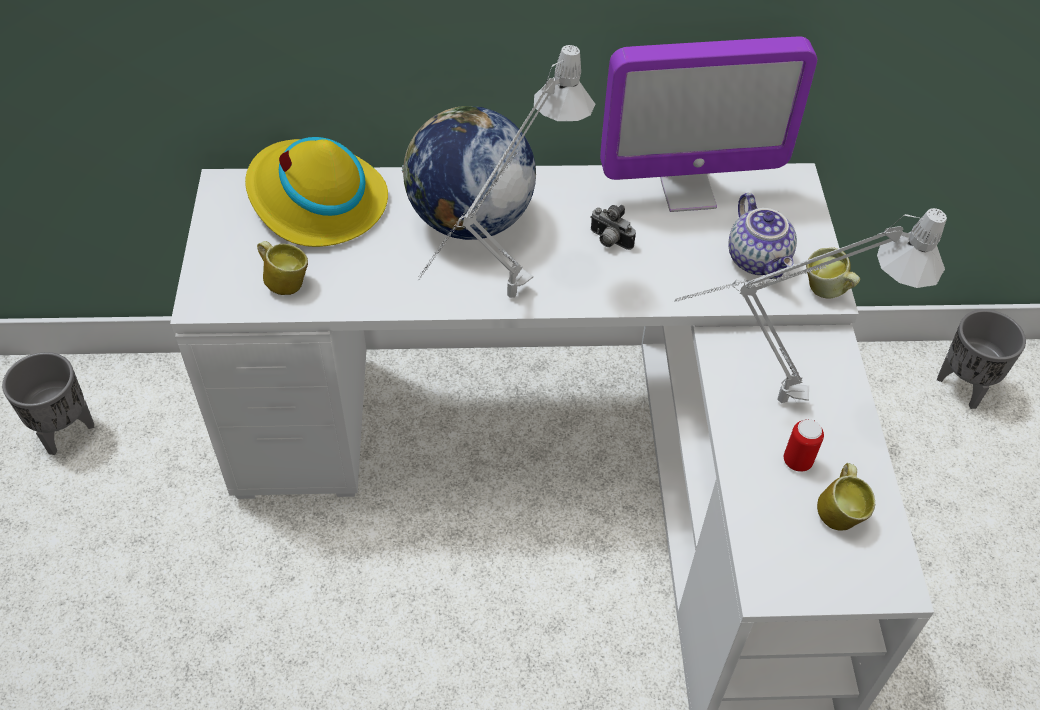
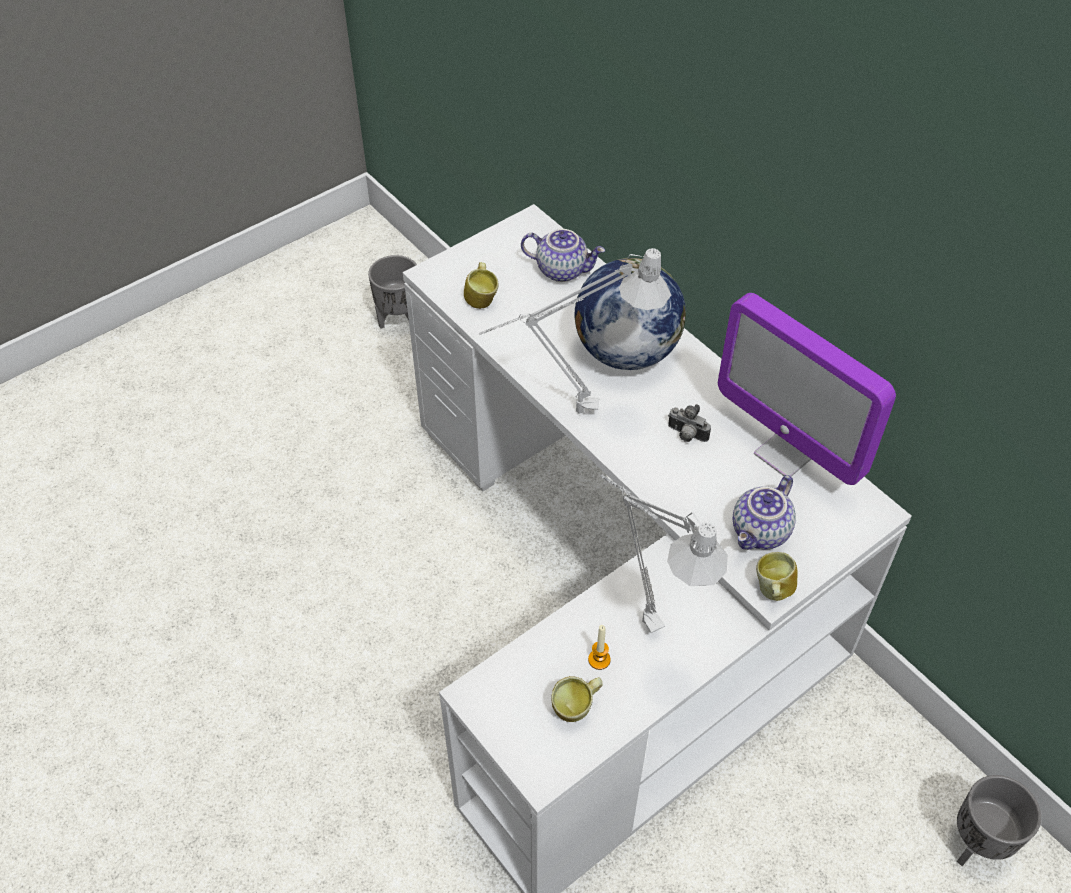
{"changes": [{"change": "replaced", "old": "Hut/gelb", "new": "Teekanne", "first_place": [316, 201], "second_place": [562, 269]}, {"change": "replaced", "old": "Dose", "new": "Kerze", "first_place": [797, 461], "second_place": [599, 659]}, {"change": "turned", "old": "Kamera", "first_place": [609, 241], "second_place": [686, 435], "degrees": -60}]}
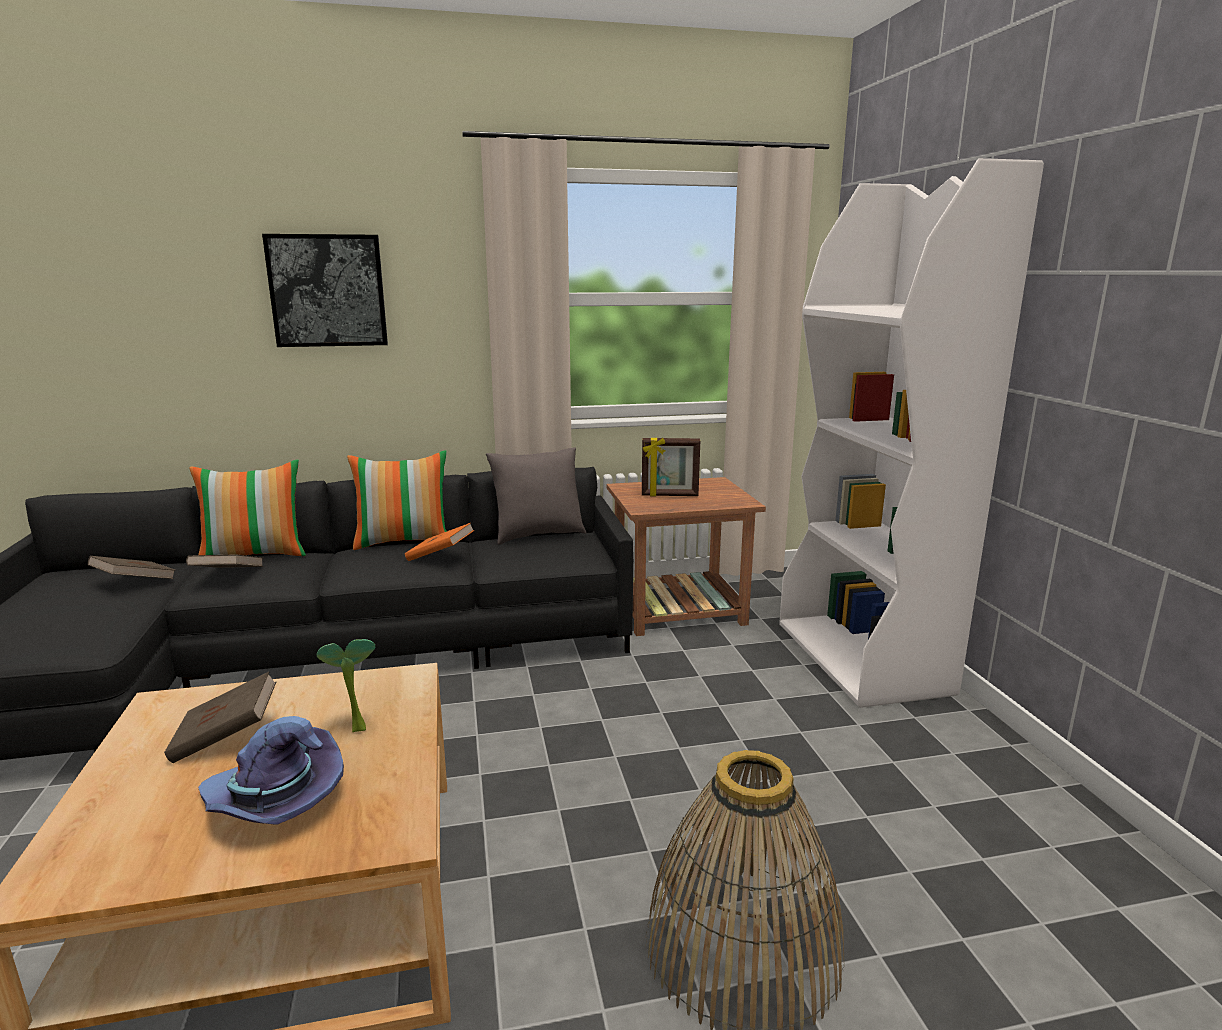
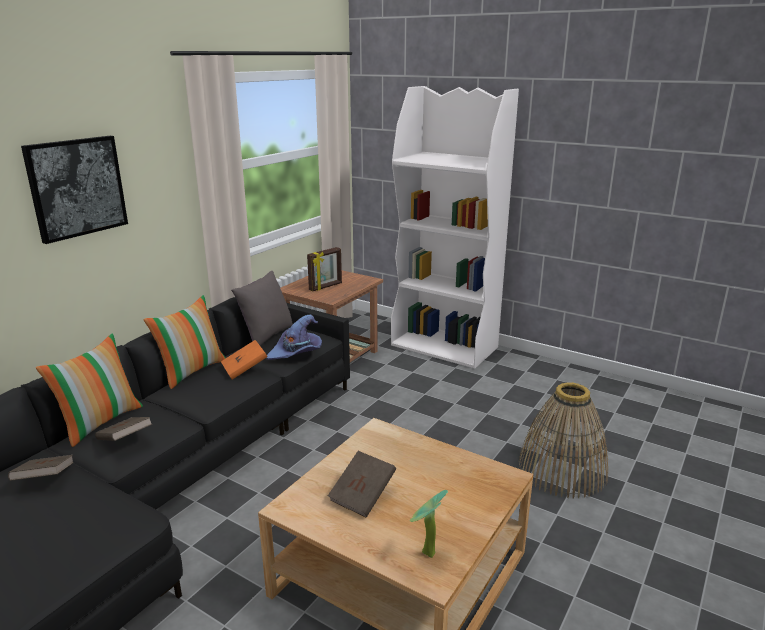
{"changes": [{"change": "moved", "old": "Hut/lila", "first_place": [273, 802], "second_place": [296, 352]}, {"change": "moved", "old": "Topfpflanze", "first_place": [355, 727], "second_place": [426, 554]}]}
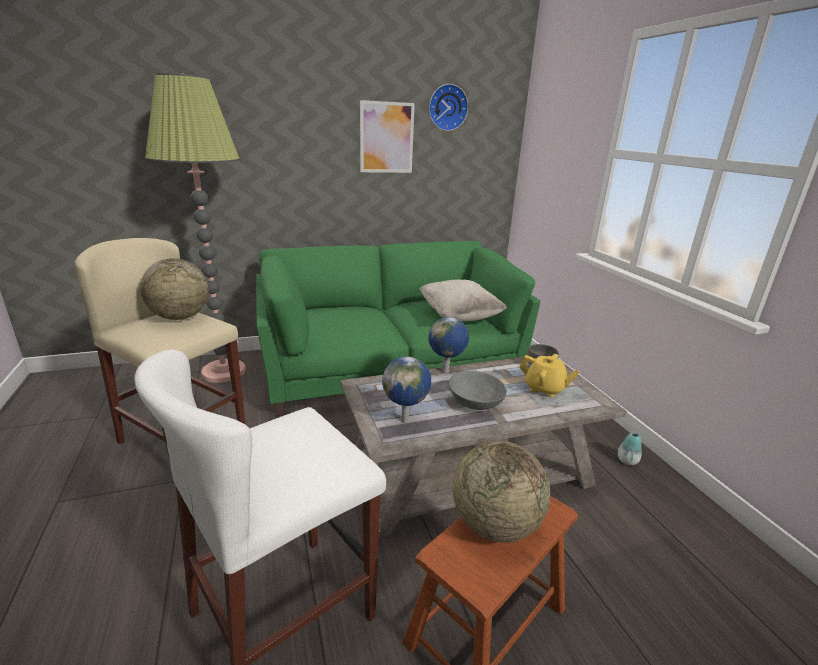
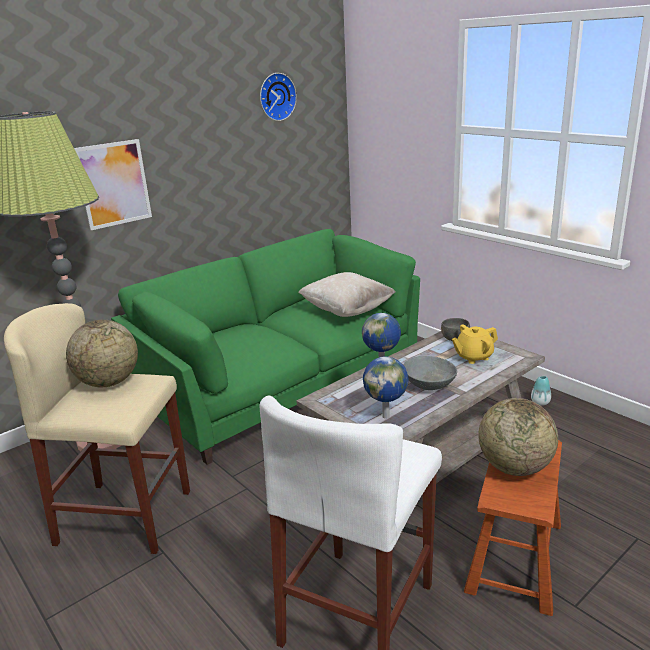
{"changes": [{"change": "moved", "old": "Bild", "first_place": [386, 138], "second_place": [114, 184]}, {"change": "turned", "old": "Teekanne/gelb", "first_place": [544, 389], "second_place": [473, 357], "degrees": 150}]}
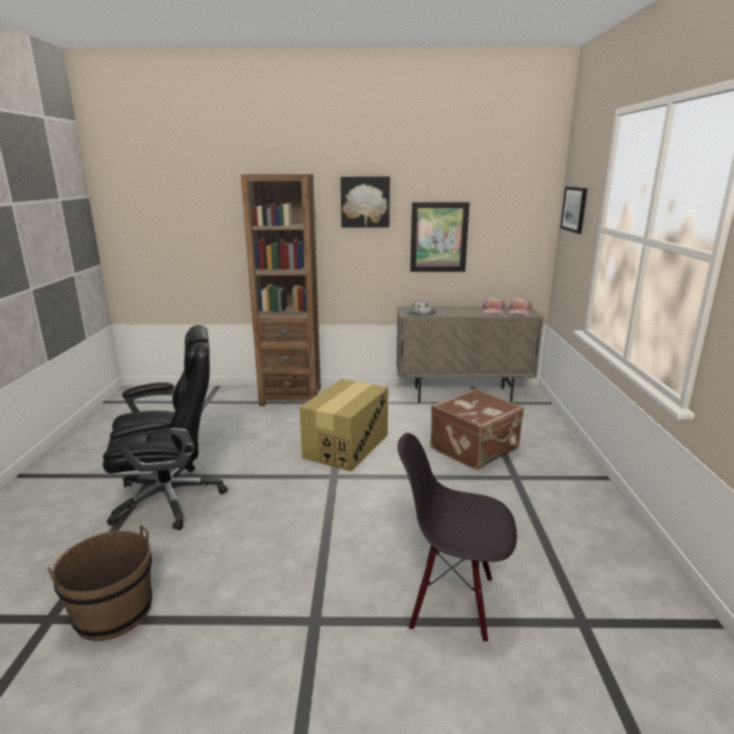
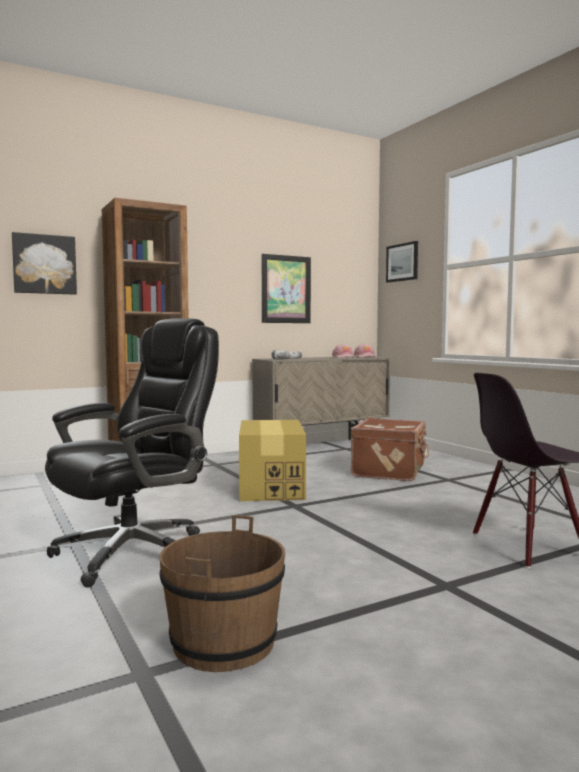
{"changes": [{"change": "moved", "old": "Bild", "first_place": [365, 202], "second_place": [44, 264]}]}
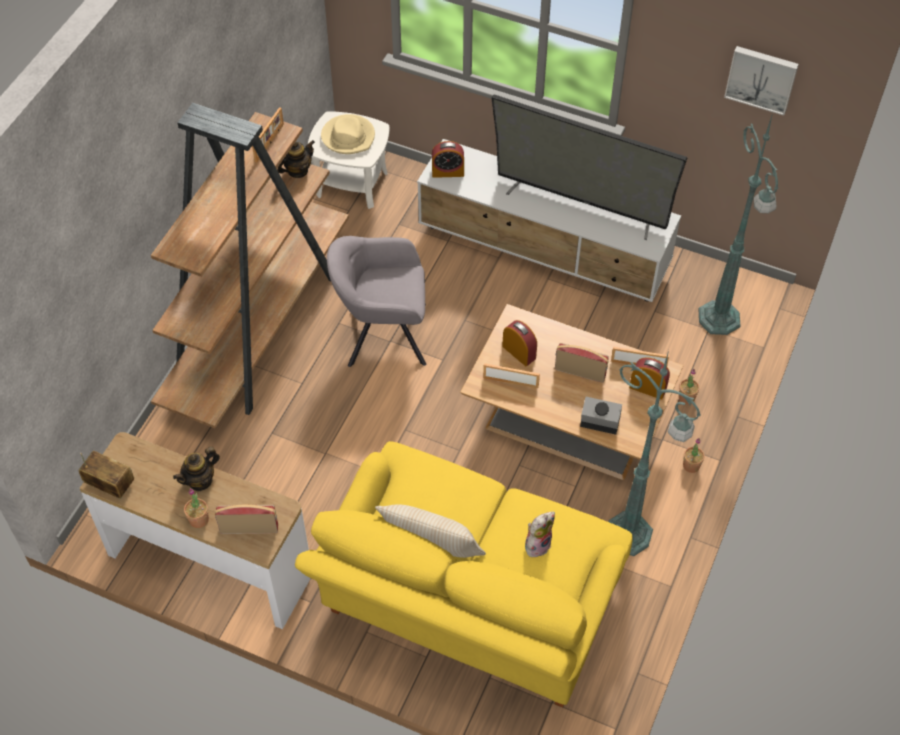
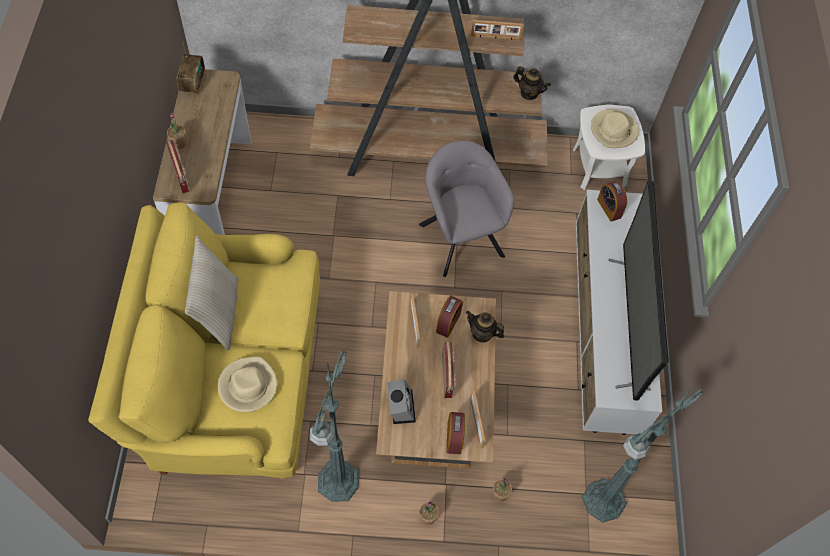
{"changes": [{"change": "replaced", "old": "Plüschtier", "new": "Hut/beige", "first_place": [537, 544], "second_place": [247, 385]}, {"change": "moved", "old": "Teekanne", "first_place": [200, 480], "second_place": [482, 334]}, {"change": "removed", "old": "Bild", "first_place": [761, 78]}]}
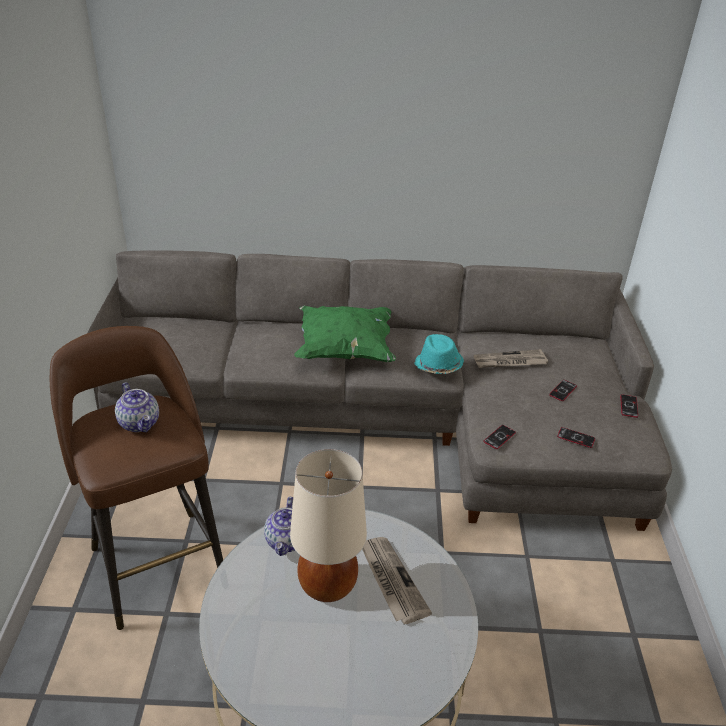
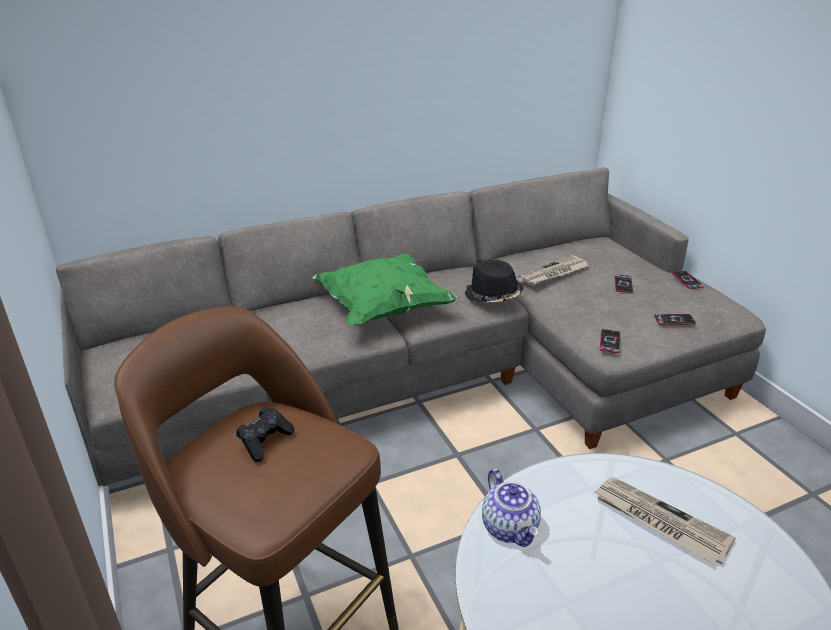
{"changes": [{"change": "replaced", "old": "Teekanne", "new": "Gamepad/schwarz", "first_place": [140, 423], "second_place": [265, 441]}, {"change": "recoloured", "old": "Hut/türkis", "new": "Hut/schwarz", "first_place": [438, 365], "second_place": [492, 295]}, {"change": "removed", "old": "Tischlampe/beige", "first_place": [327, 586]}]}
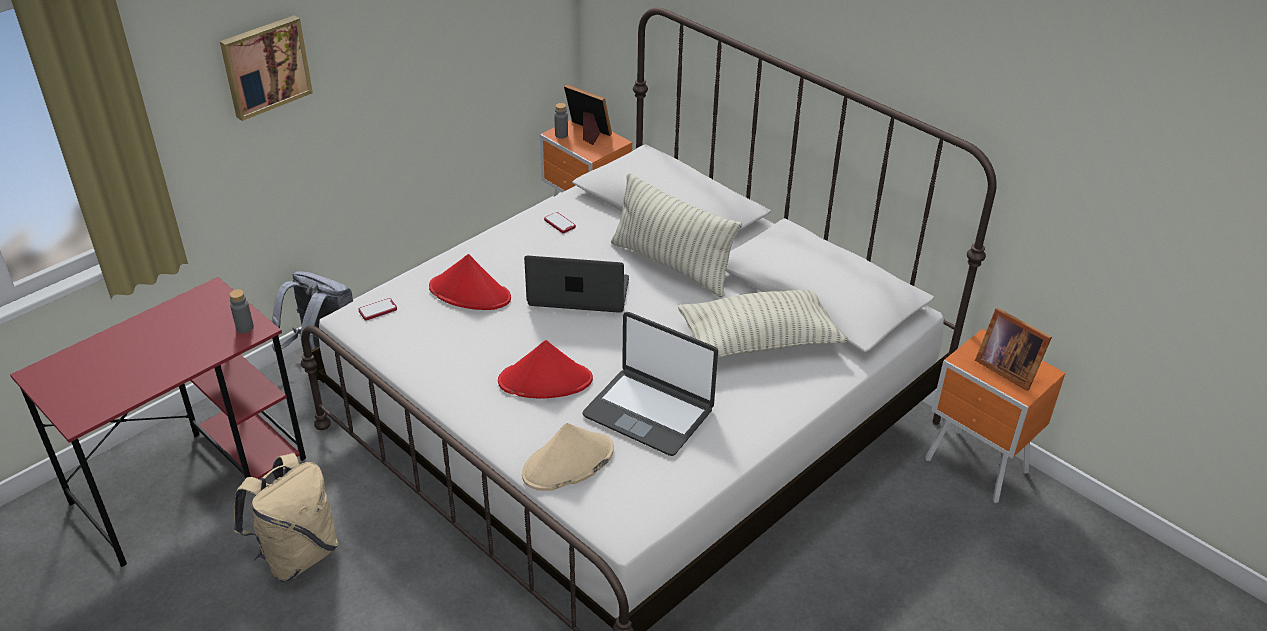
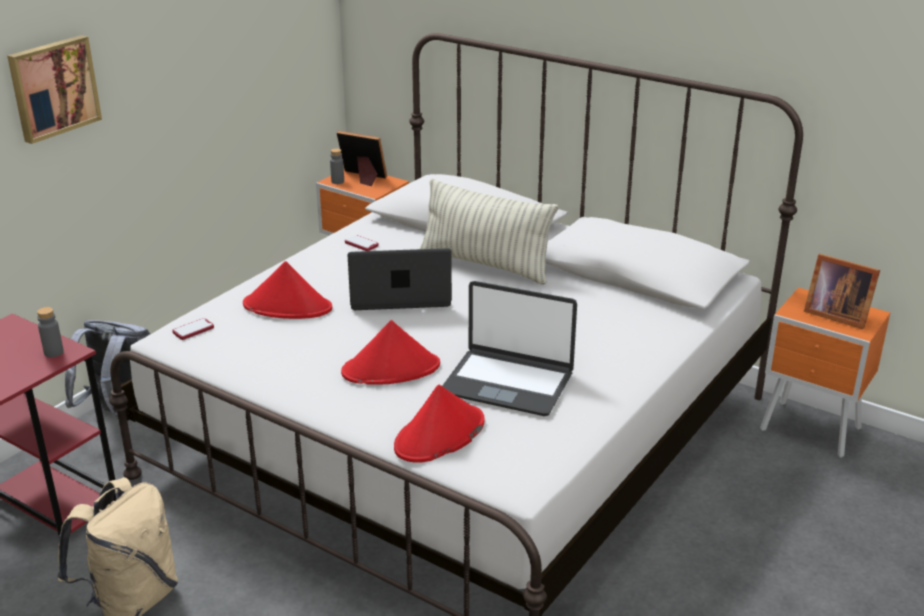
{"changes": [{"change": "recoloured", "old": "Hut/beige", "new": "Hut/rot", "first_place": [568, 463], "second_place": [439, 435]}, {"change": "removed", "old": "Kissen", "first_place": [759, 341]}]}
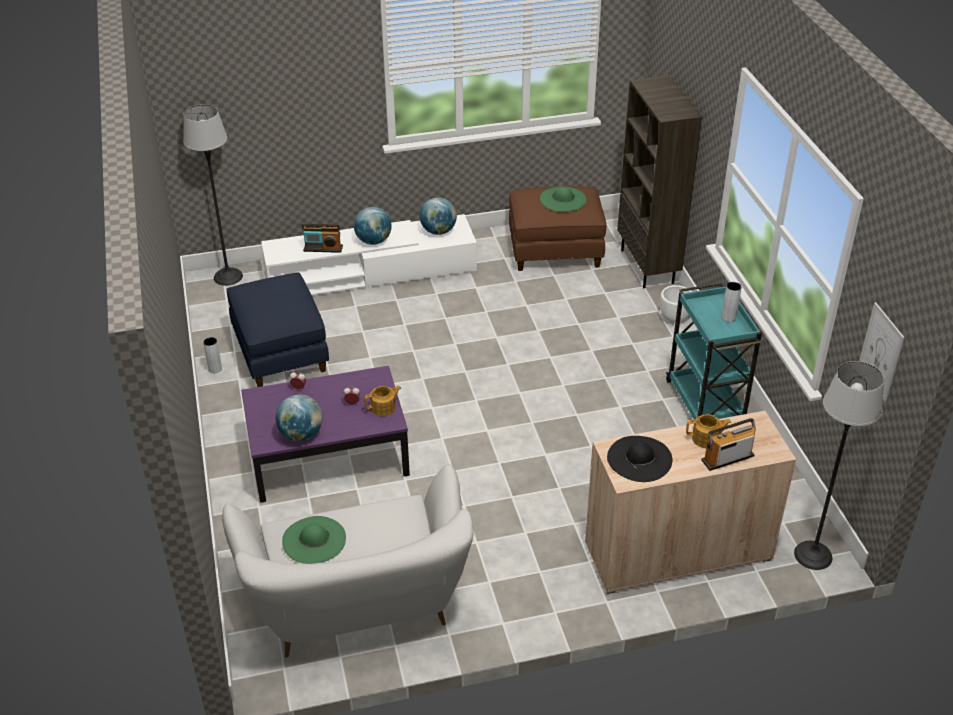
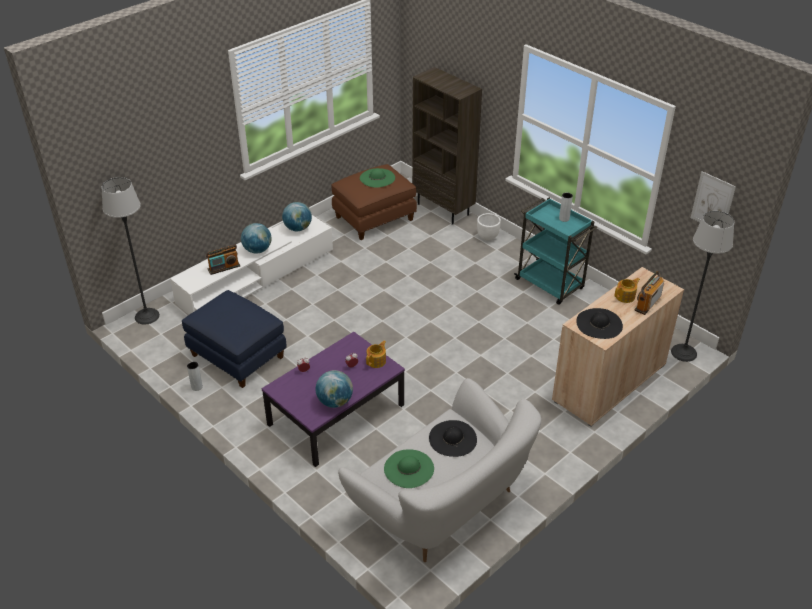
{"changes": [{"change": "added", "new": "Hut/schwarz", "second_place": [452, 438]}]}
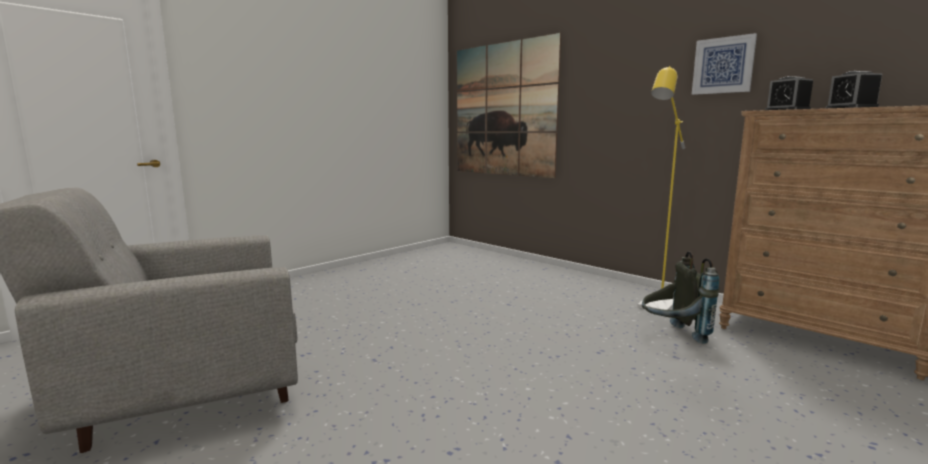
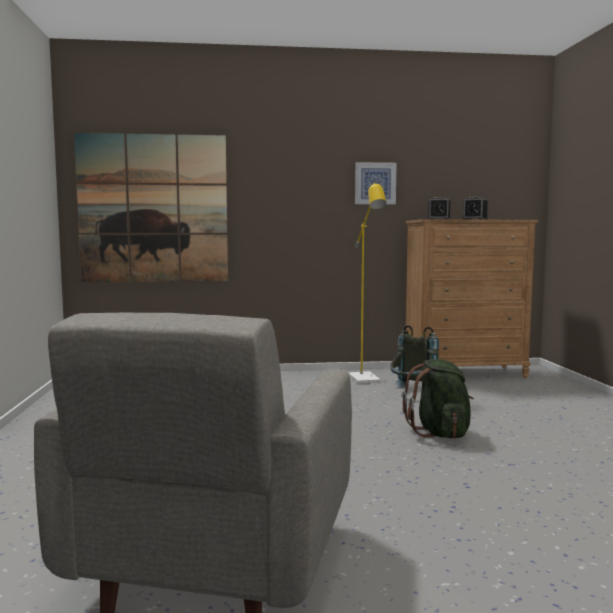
{"changes": [{"change": "added", "new": "Rucksack/grün", "second_place": [440, 433]}]}
